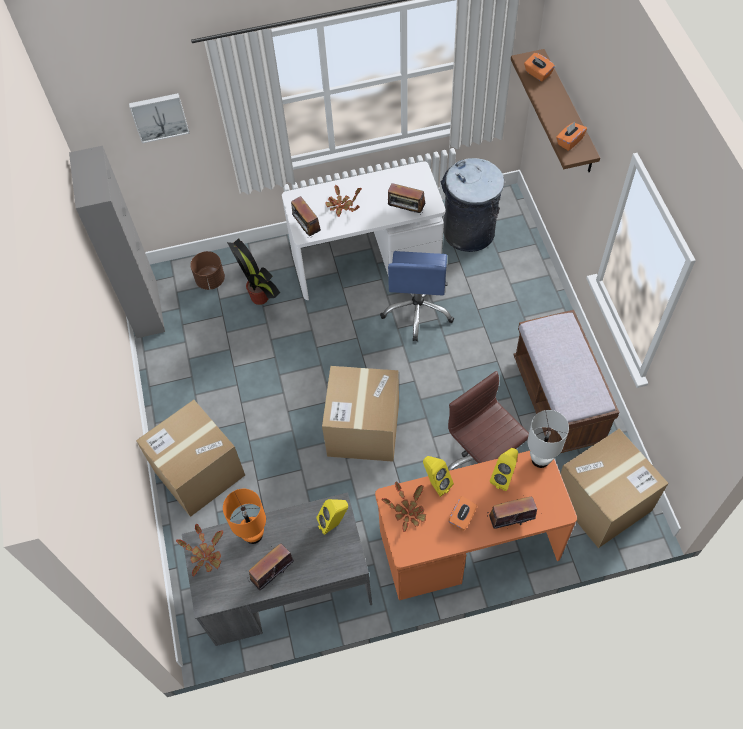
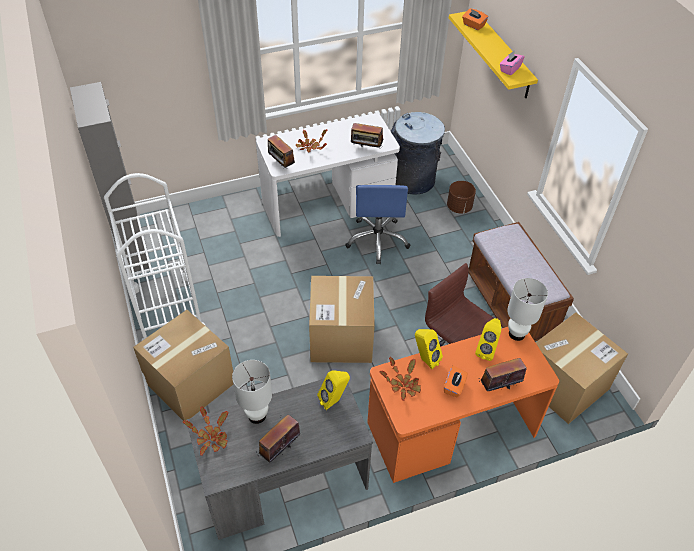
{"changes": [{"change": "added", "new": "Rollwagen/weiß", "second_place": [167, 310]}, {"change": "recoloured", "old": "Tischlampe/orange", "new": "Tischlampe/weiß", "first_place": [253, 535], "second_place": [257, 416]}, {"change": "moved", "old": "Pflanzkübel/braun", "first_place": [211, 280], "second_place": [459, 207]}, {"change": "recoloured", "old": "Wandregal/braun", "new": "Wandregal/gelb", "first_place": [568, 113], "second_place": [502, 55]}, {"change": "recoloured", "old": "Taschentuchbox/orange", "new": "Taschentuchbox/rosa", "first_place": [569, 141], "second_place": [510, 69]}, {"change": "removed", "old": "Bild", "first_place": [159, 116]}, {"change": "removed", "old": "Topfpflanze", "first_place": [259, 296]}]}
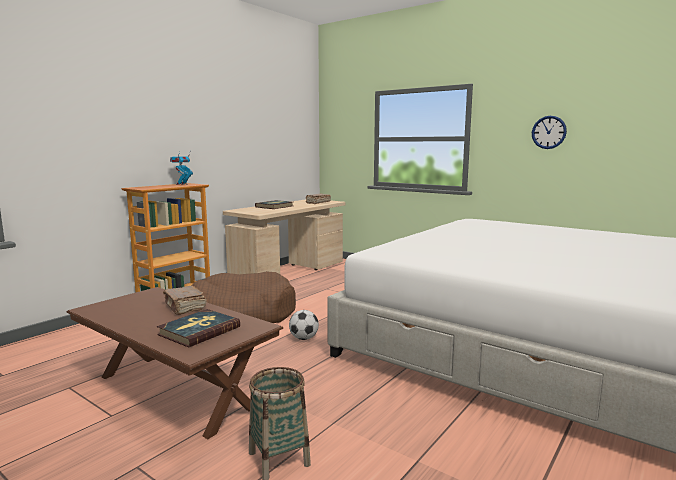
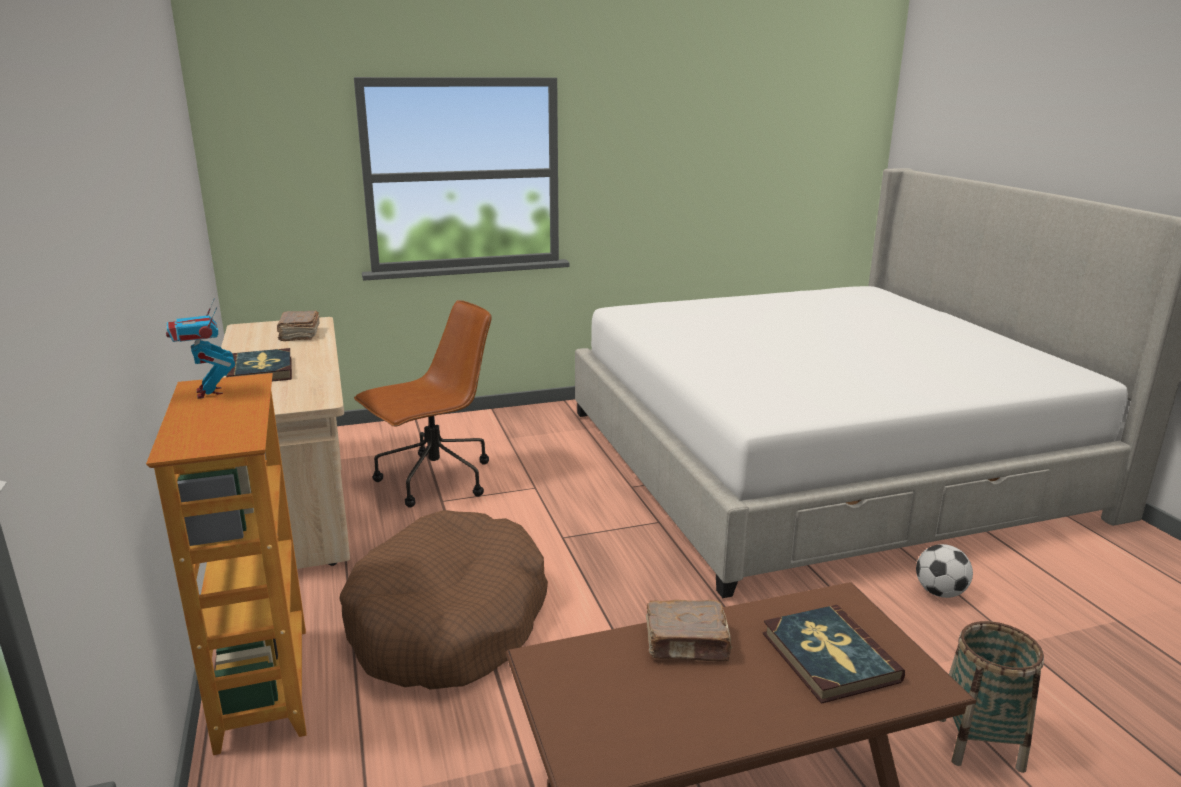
{"changes": [{"change": "added", "new": "Bürostuhl/braun", "second_place": [434, 480]}, {"change": "moved", "old": "Fußball", "first_place": [304, 338], "second_place": [940, 592]}, {"change": "removed", "old": "Wanduhr", "first_place": [548, 132]}]}
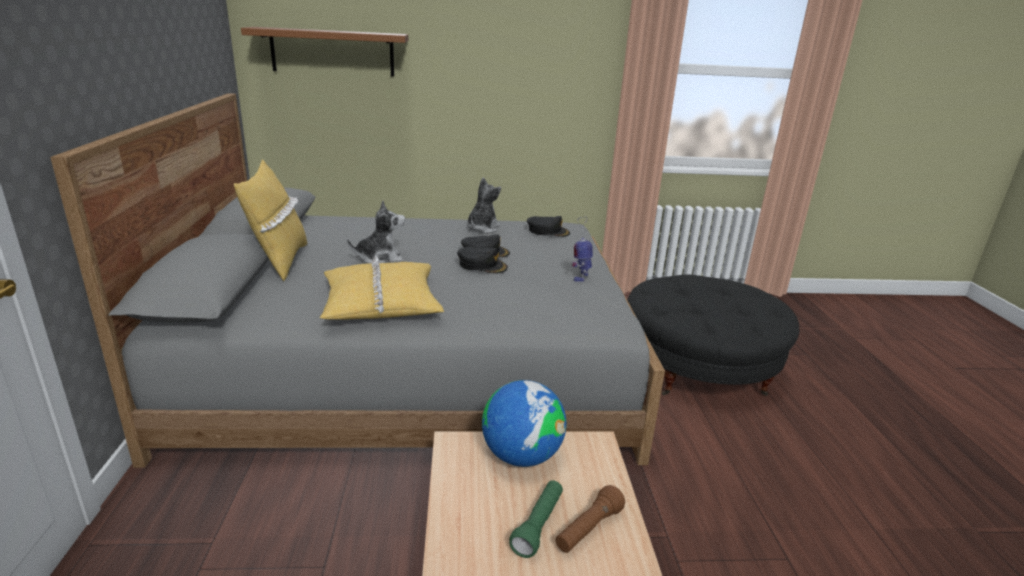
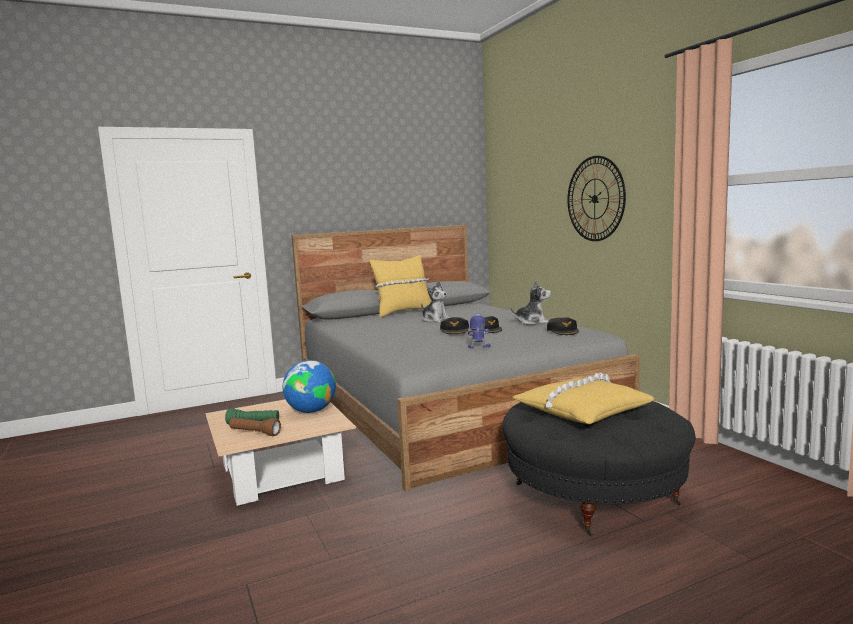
{"changes": [{"change": "moved", "old": "Kissen/gelb", "first_place": [381, 303], "second_place": [581, 411]}, {"change": "added", "new": "Wanduhr", "second_place": [595, 199]}, {"change": "removed", "old": "Wandregal/braun", "first_place": [332, 52]}]}
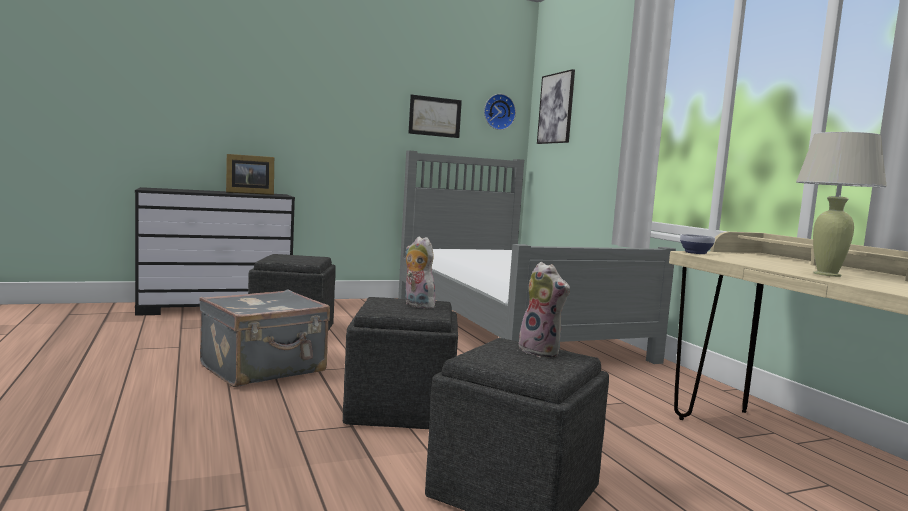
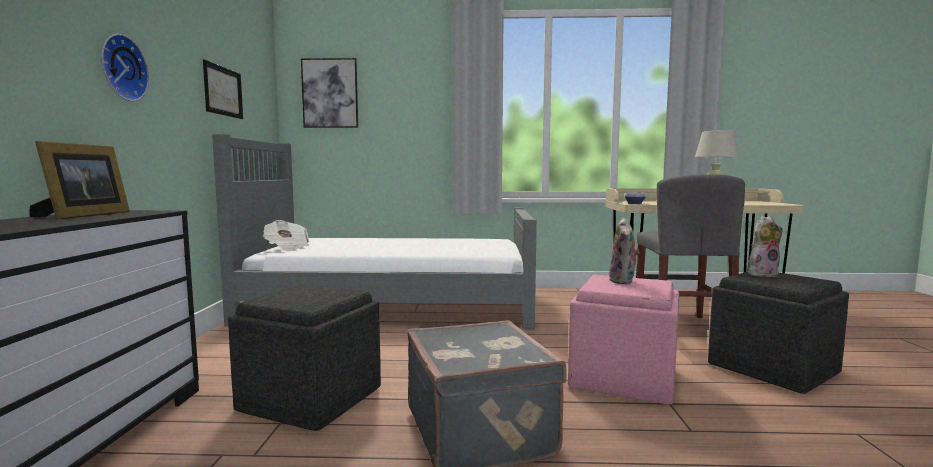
{"changes": [{"change": "moved", "old": "Wanduhr", "first_place": [498, 112], "second_place": [121, 68]}, {"change": "added", "new": "Zeitung", "second_place": [287, 248]}, {"change": "recoloured", "old": "Polsterhocker/grau", "new": "Polsterhocker/rosa", "first_place": [402, 409], "second_place": [622, 378]}, {"change": "turned", "old": "Plüschtier", "first_place": [416, 305], "second_place": [623, 281], "degrees": -60}, {"change": "added", "new": "Stuhl/grau", "second_place": [681, 328]}]}
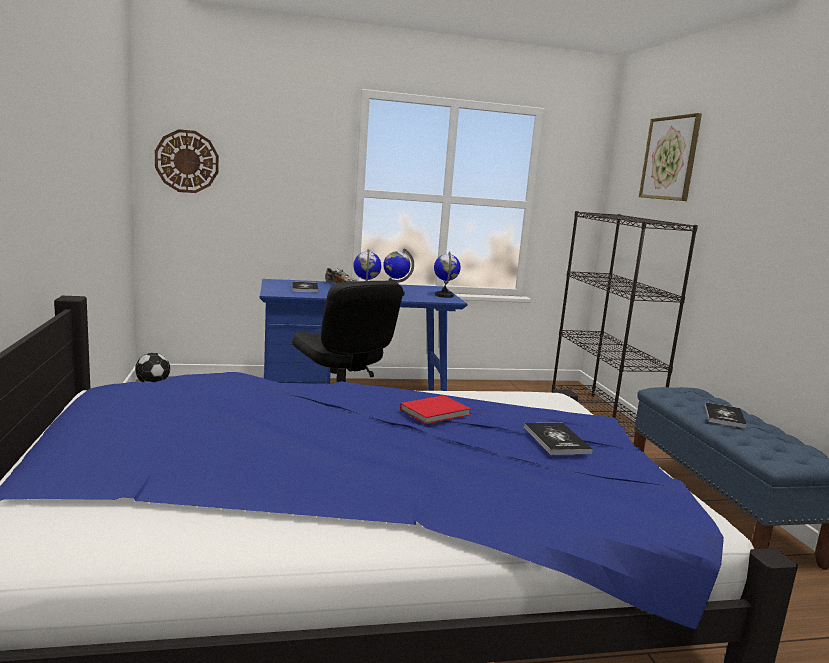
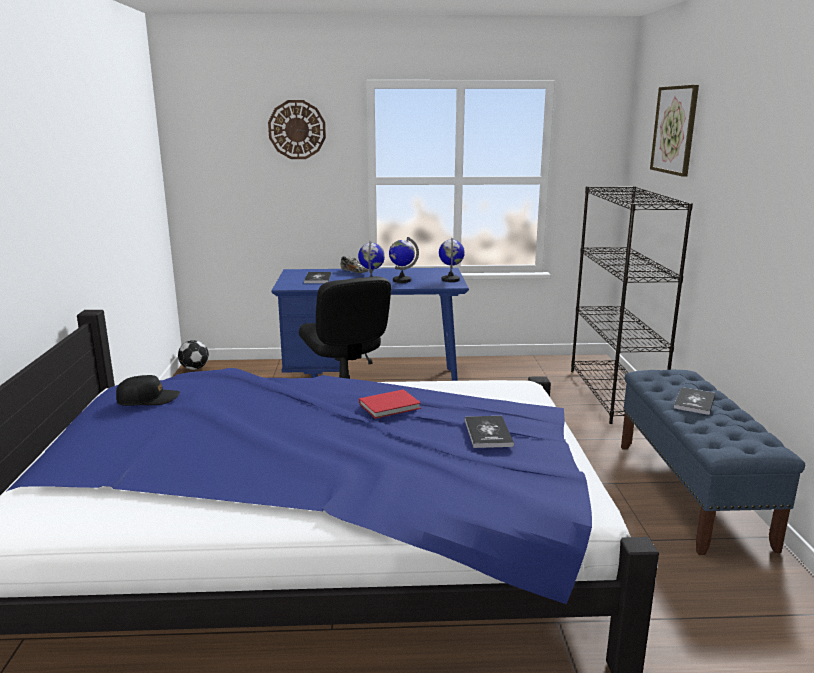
{"changes": [{"change": "added", "new": "Kappe/schwarz", "second_place": [148, 399]}, {"change": "moved", "old": "Wanduhr", "first_place": [187, 161], "second_place": [297, 129]}]}
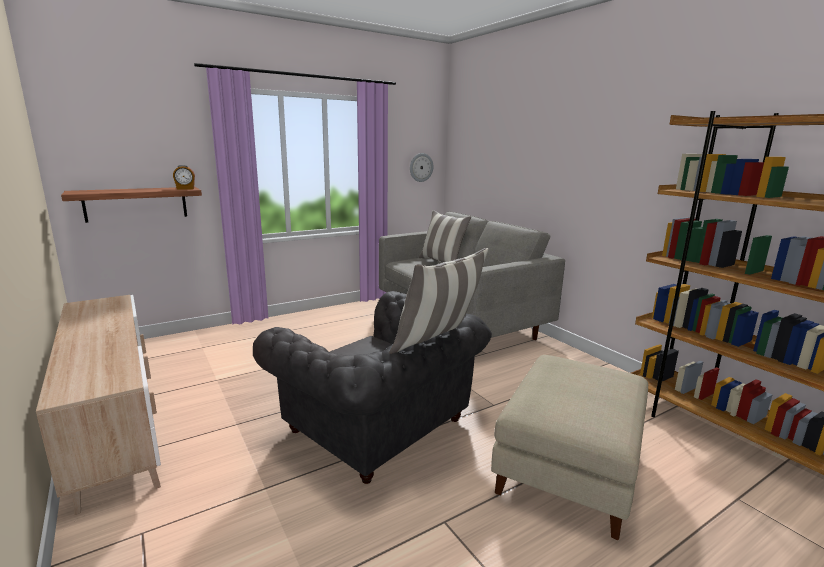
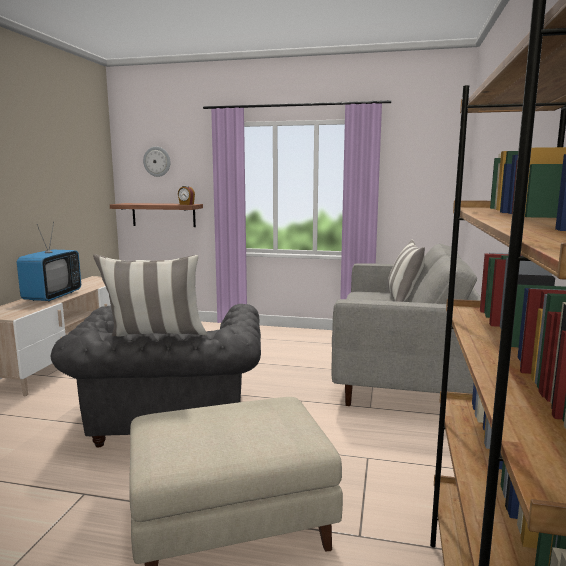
{"changes": [{"change": "added", "new": "Fernseher", "second_place": [52, 296]}, {"change": "moved", "old": "Wanduhr", "first_place": [421, 167], "second_place": [157, 161]}]}
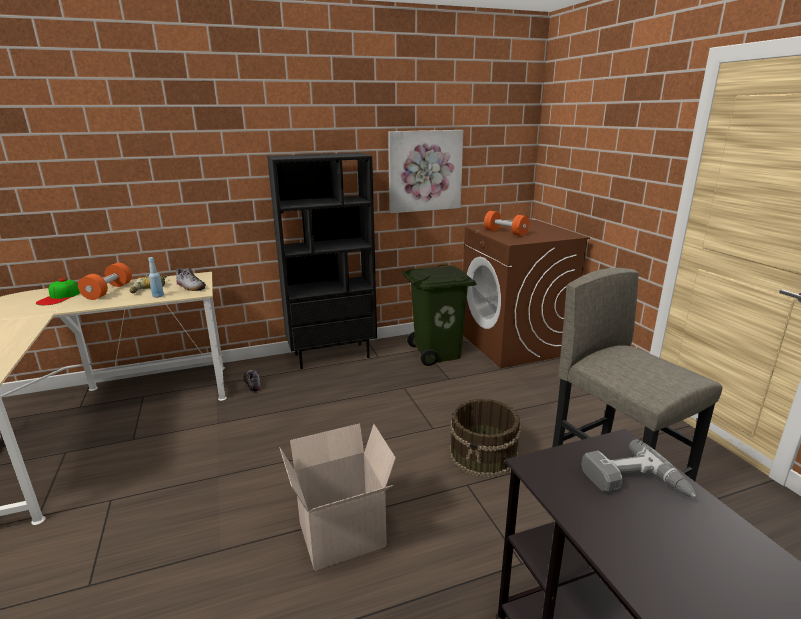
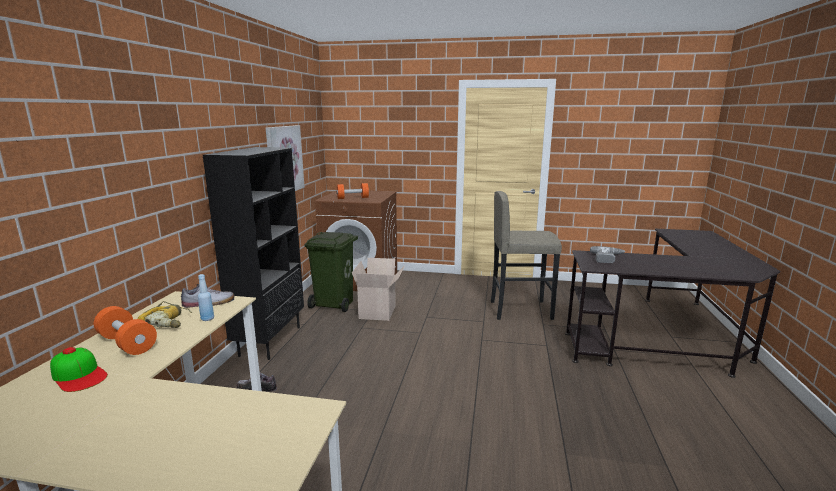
{"changes": [{"change": "moved", "old": "Karton", "first_place": [341, 537], "second_place": [378, 312]}, {"change": "removed", "old": "Eimer/braun", "first_place": [484, 454]}]}
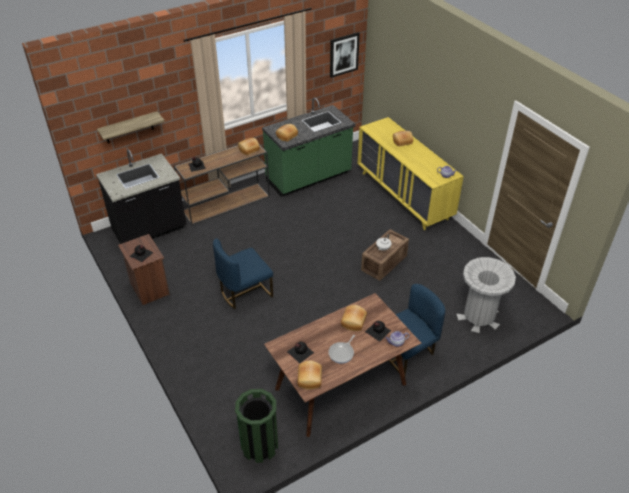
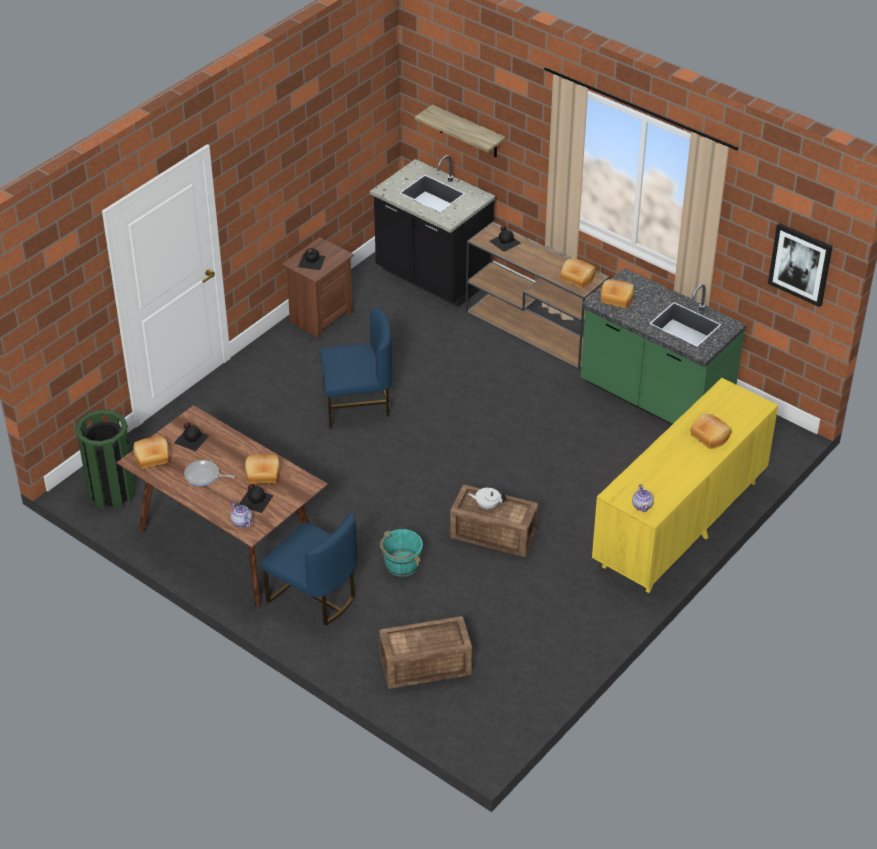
{"changes": [{"change": "turned", "old": "Stuhl/blau", "first_place": [245, 292], "second_place": [357, 405], "degrees": 135}, {"change": "replaced", "old": "Mülleimer/grau", "new": "Kiste", "first_place": [479, 316], "second_place": [427, 667]}, {"change": "added", "new": "Eimer/türkis", "second_place": [401, 564]}]}
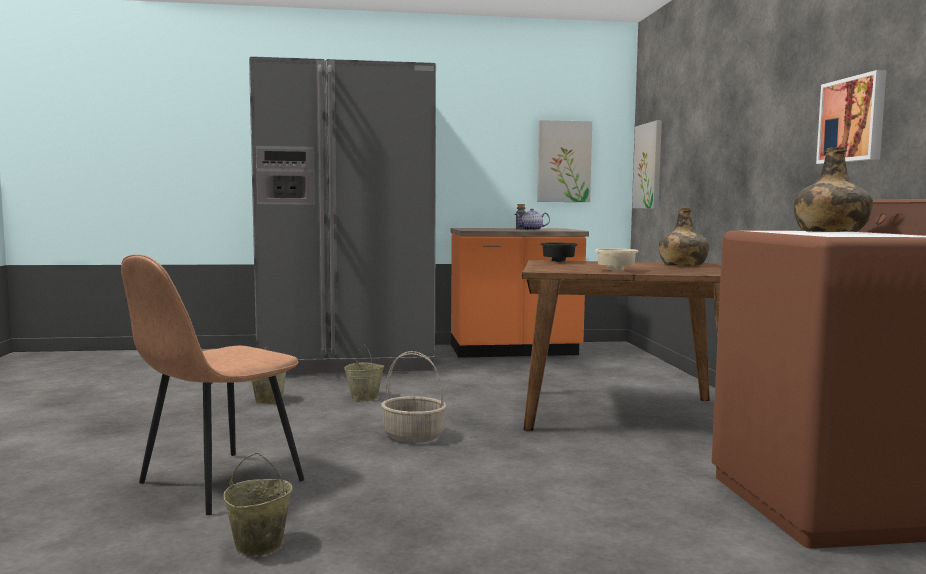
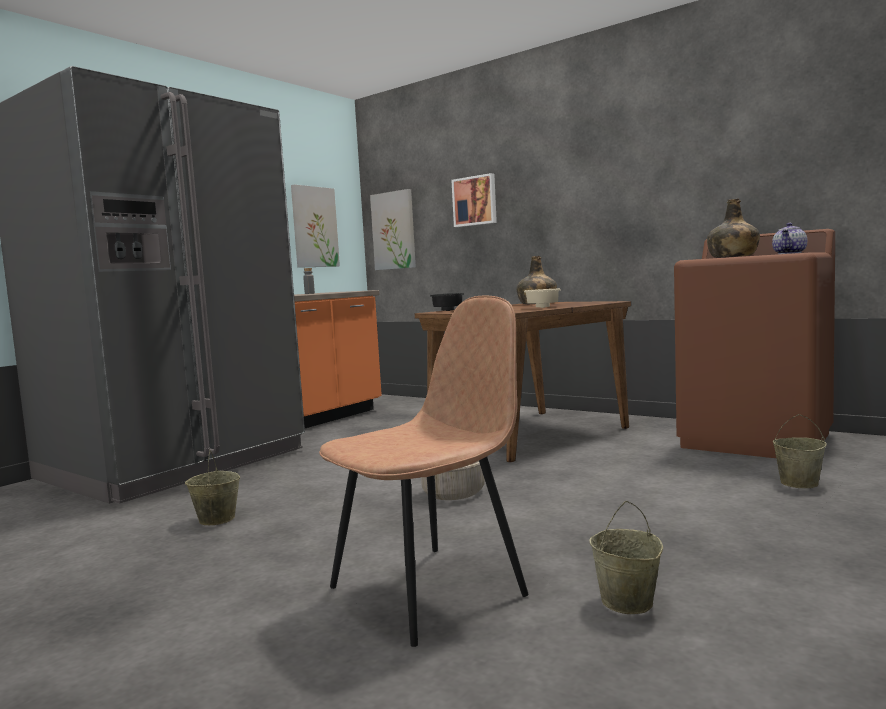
{"changes": [{"change": "turned", "old": "Stuhl/braun", "first_place": [217, 483], "second_place": [431, 590], "degrees": -120}, {"change": "moved", "old": "Bild", "first_place": [853, 120], "second_place": [475, 201]}, {"change": "moved", "old": "Teekanne", "first_place": [531, 230], "second_place": [790, 253]}, {"change": "moved", "old": "Eimer/beige", "first_place": [365, 398], "second_place": [799, 483]}]}
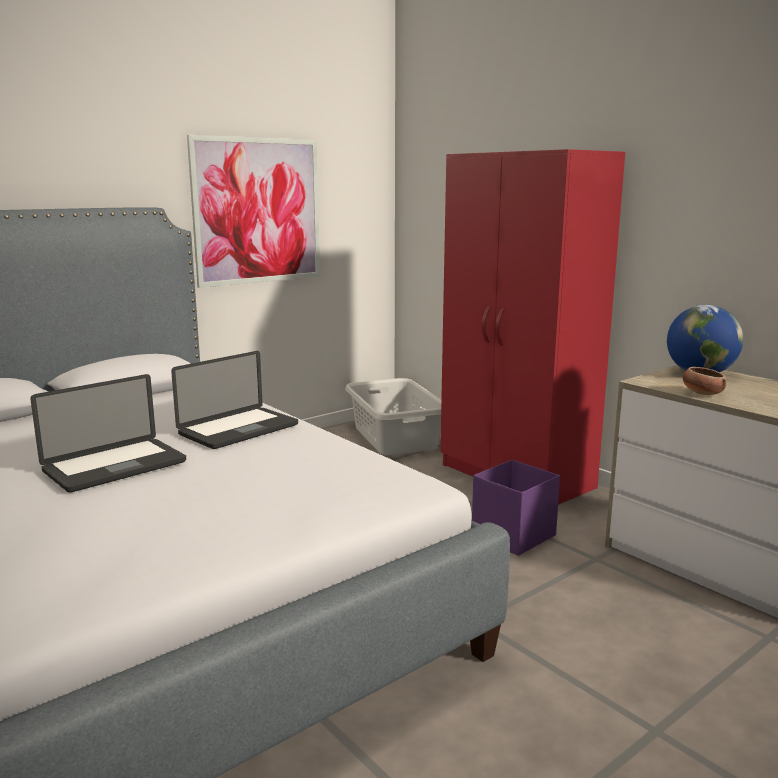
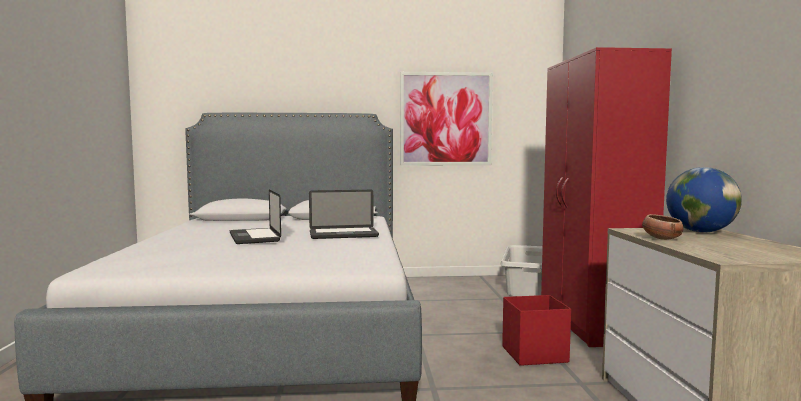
{"changes": [{"change": "turned", "old": "Laptop", "first_place": [115, 467], "second_place": [254, 237], "degrees": 75}, {"change": "recoloured", "old": "Aufbewahrungsbox/lila", "new": "Aufbewahrungsbox/rot", "first_place": [512, 536], "second_place": [533, 354]}]}
